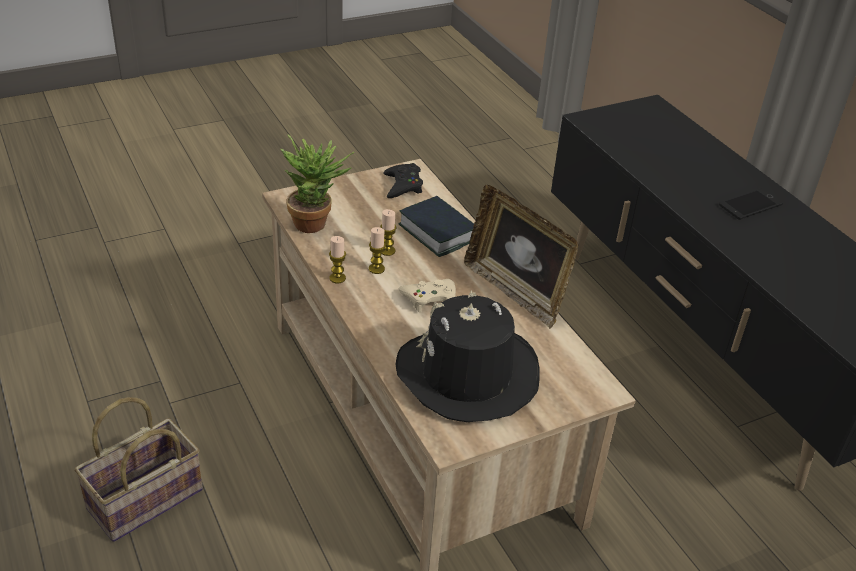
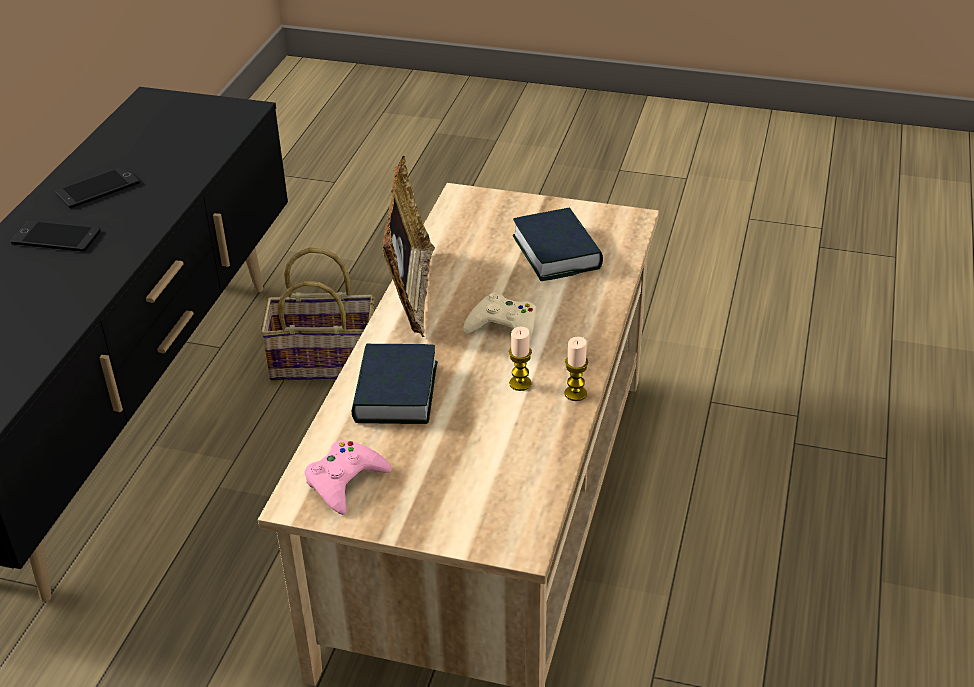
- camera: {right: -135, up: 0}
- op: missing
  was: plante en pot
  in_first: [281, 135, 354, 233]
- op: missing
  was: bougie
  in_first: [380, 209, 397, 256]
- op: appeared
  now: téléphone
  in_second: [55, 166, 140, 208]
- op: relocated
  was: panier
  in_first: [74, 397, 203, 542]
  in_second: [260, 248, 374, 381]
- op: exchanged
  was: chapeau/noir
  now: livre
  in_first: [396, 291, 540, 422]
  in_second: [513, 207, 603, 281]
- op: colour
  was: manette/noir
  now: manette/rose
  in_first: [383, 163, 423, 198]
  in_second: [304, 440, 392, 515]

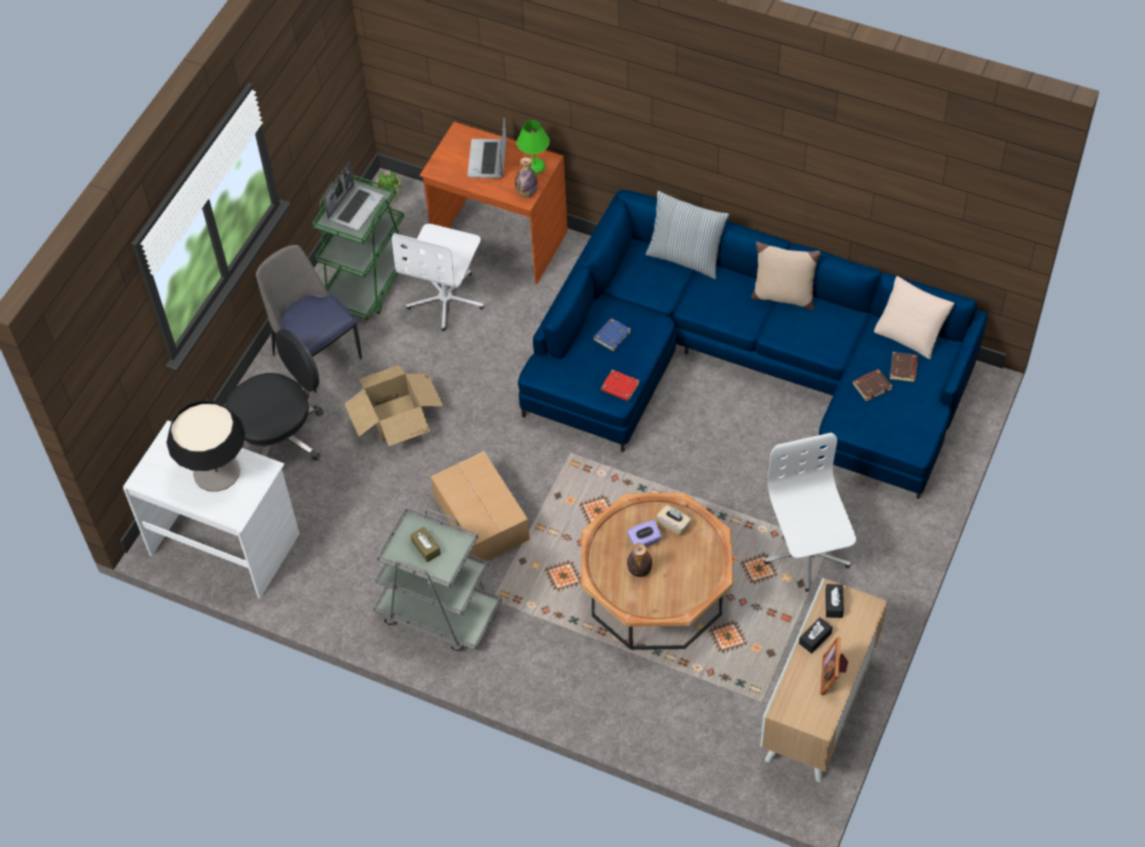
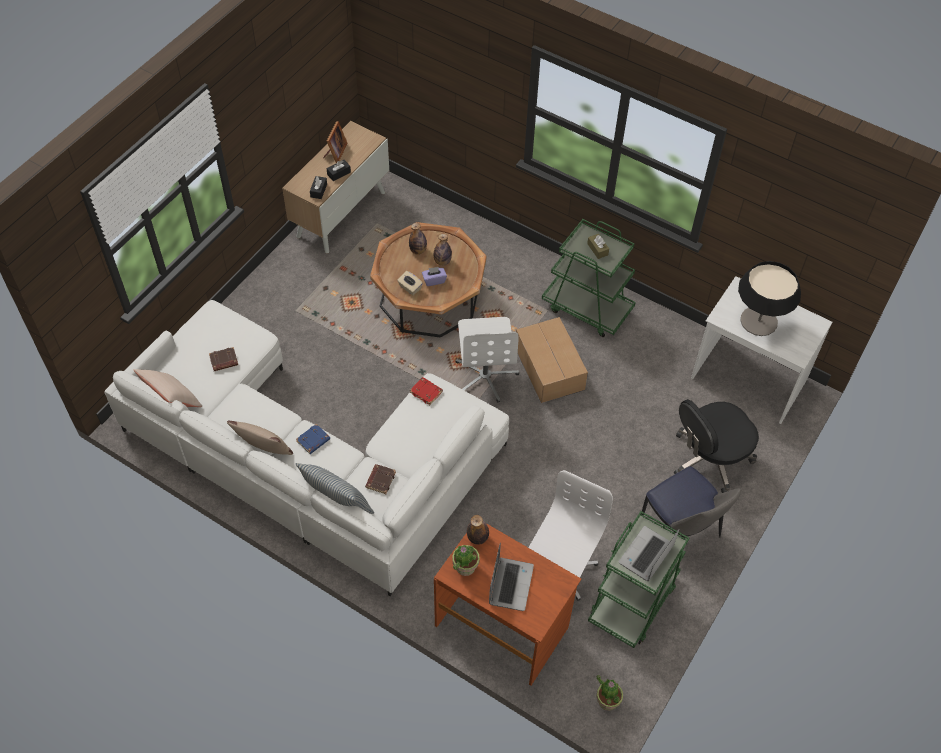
- camera: {right: -175, up: 0}
- op: missing
  was: carton
  in_first: [344, 365, 443, 446]
- op: appeared
  now: bouteille
  in_second: [409, 223, 427, 255]
- op: relocated
  was: livre/bleu
  in_first: [593, 318, 631, 351]
  in_second: [296, 424, 330, 454]
- op: relocated
  was: chaise de bureau/blanc
  in_first: [764, 433, 856, 592]
  in_second: [455, 317, 519, 402]
- op: relocated
  was: livre/marron
  in_first: [890, 352, 918, 382]
  in_second: [365, 464, 396, 494]
- op: exchanged
  was: lampe de table/vert
  now: plante en pot
  in_first: [517, 120, 550, 174]
  in_second: [452, 545, 480, 576]
- op: colour
  was: chariot/gris
  now: chariot/vert
  in_first: [373, 507, 502, 651]
  in_second: [542, 219, 636, 337]
- op: colour
  was: canapé/bleu
  now: canapé/blanc
  in_first: [518, 190, 988, 499]
  in_second: [104, 300, 509, 596]

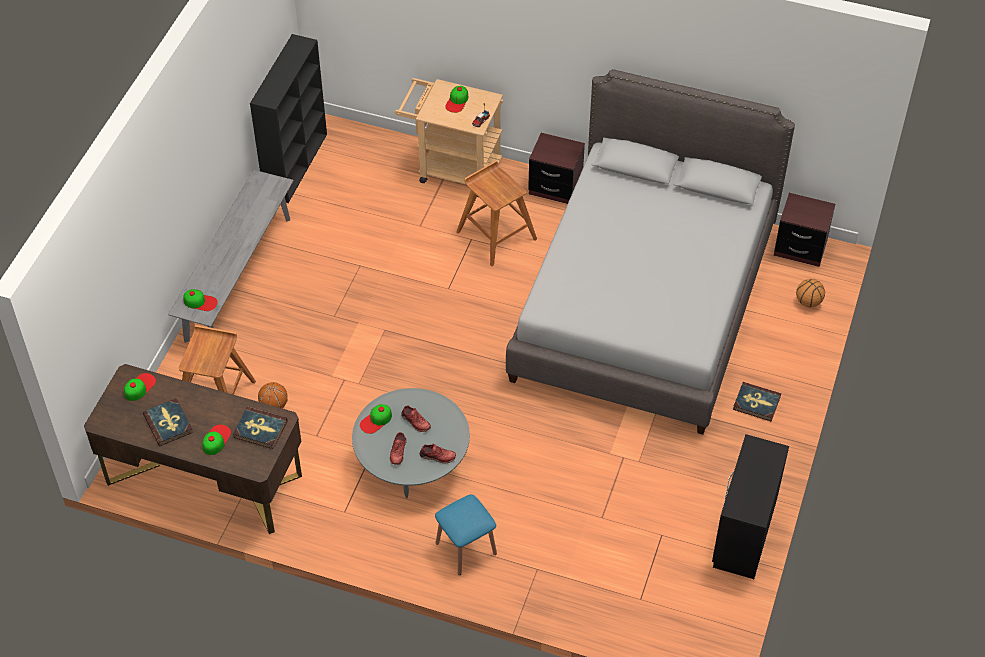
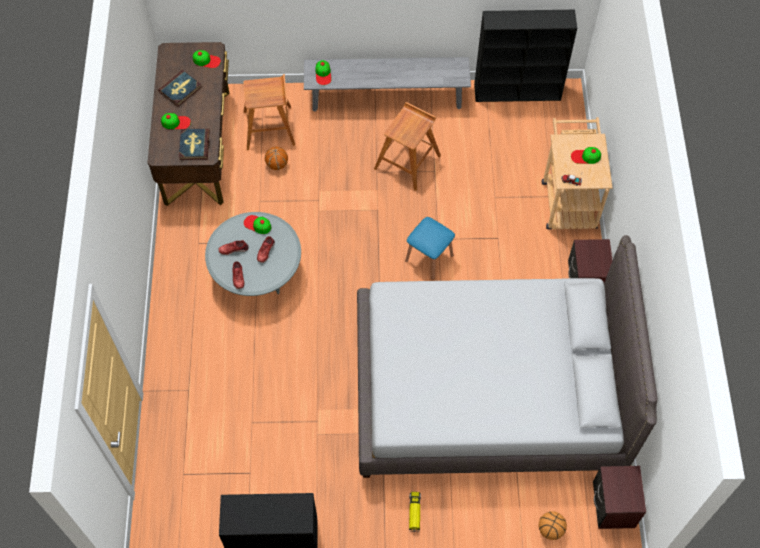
- camera: {right: 70, up: 10}
- op: relocated
  was: tabouret/bleu
  in_first: [435, 494, 497, 575]
  in_second: [405, 217, 455, 279]
- op: relocated
  was: tabouret/marron
  in_first: [456, 161, 537, 266]
  in_second: [374, 102, 441, 191]
- op: exchanged
  was: livre
  now: camion jouet
  in_first: [733, 382, 781, 421]
  in_second: [409, 492, 421, 532]

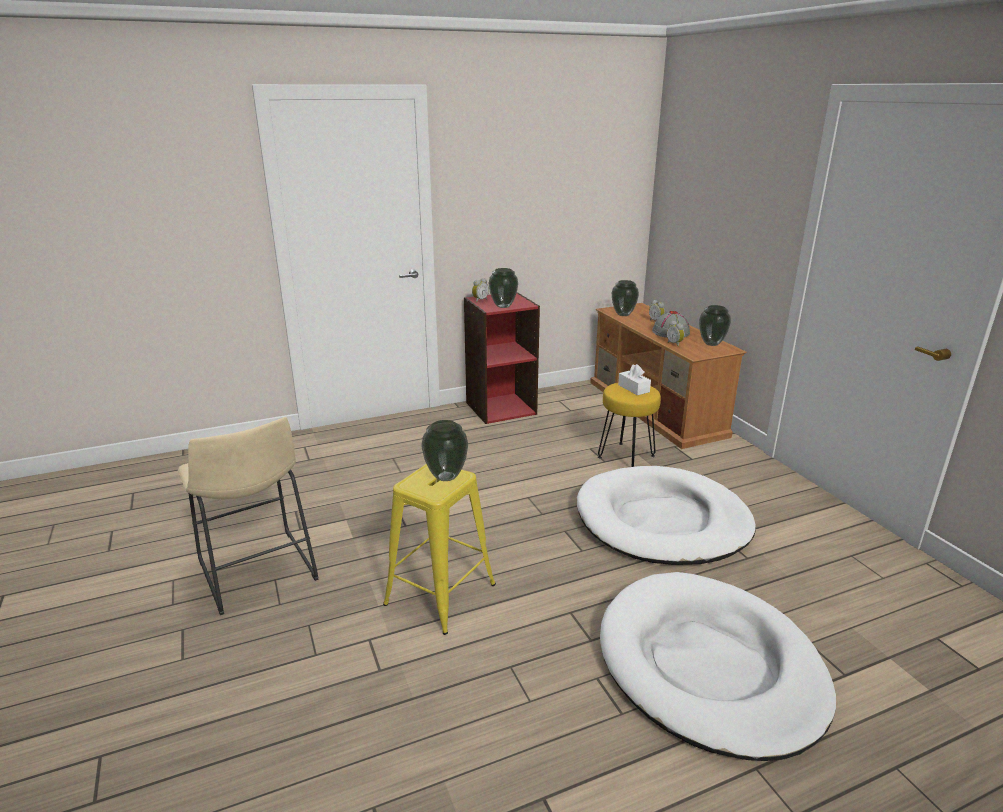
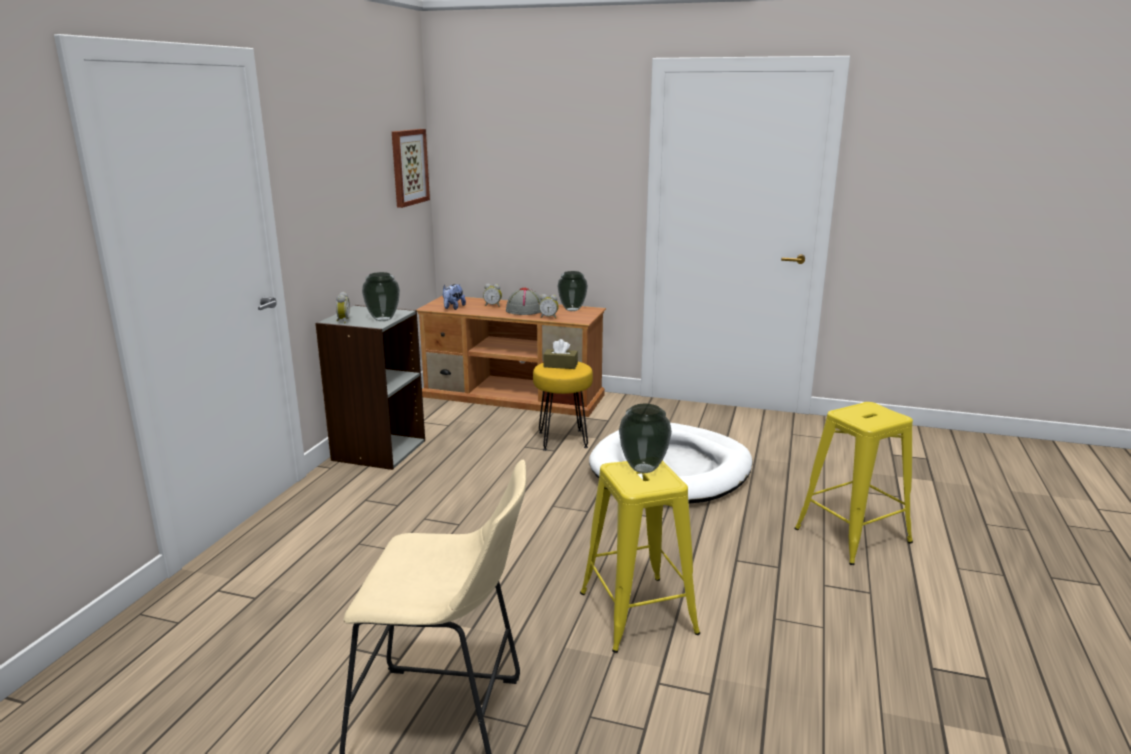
- camera: {right: -50, up: -5}
- op: appeared
  now: tableau
  in_second: [392, 129, 430, 208]
- op: exchanged
  was: panier pour chien/blanc
  now: tabouret/jaune
  in_first: [600, 572, 836, 761]
  in_second: [794, 402, 913, 565]
- op: exchanged
  was: vase
  now: peluche
  in_first: [612, 280, 639, 316]
  in_second: [443, 284, 466, 310]
- op: colour
  was: bibliothèque/rouge
  now: bibliothèque/gris
  in_first: [464, 292, 540, 424]
  in_second: [315, 305, 425, 470]
- op: colour
  was: boîte à mouchoirs/blanc
  now: boîte à mouchoirs/marron
  in_first: [618, 364, 651, 395]
  in_second: [543, 339, 578, 369]

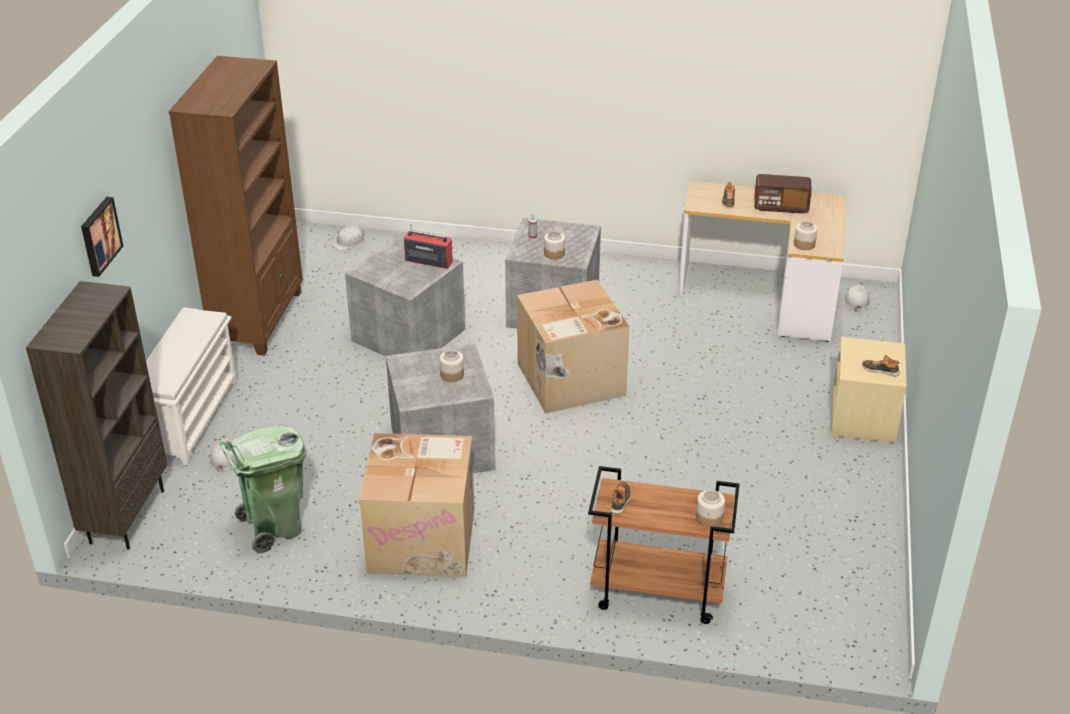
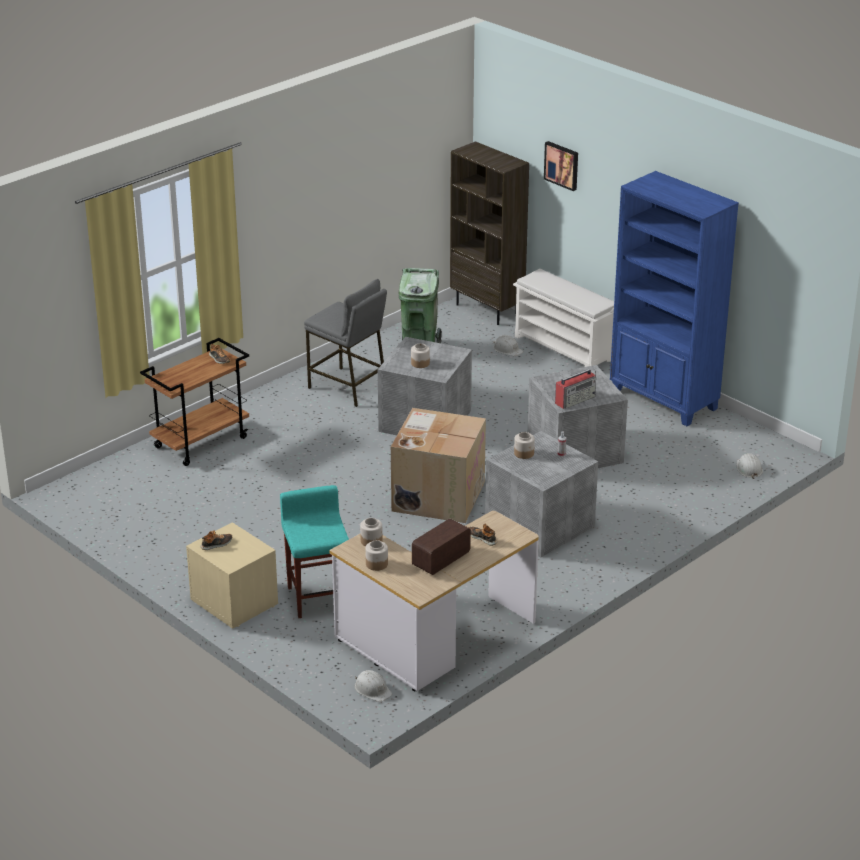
- camera: {right: 125, up: -5}
- op: appeared
  now: tabouret/turquoise
  in_second: [280, 485, 349, 618]
- op: relocated
  was: bocal
  in_first: [696, 490, 725, 527]
  in_second: [365, 540, 388, 571]
- op: exchanged
  was: carton
  now: tabouret/gris
  in_first: [359, 433, 474, 577]
  in_second: [304, 279, 387, 407]
- op: colour
  was: bibliothèque/marron
  now: bibliothèque/bleu
  in_first: [169, 56, 303, 356]
  in_second: [610, 171, 739, 426]

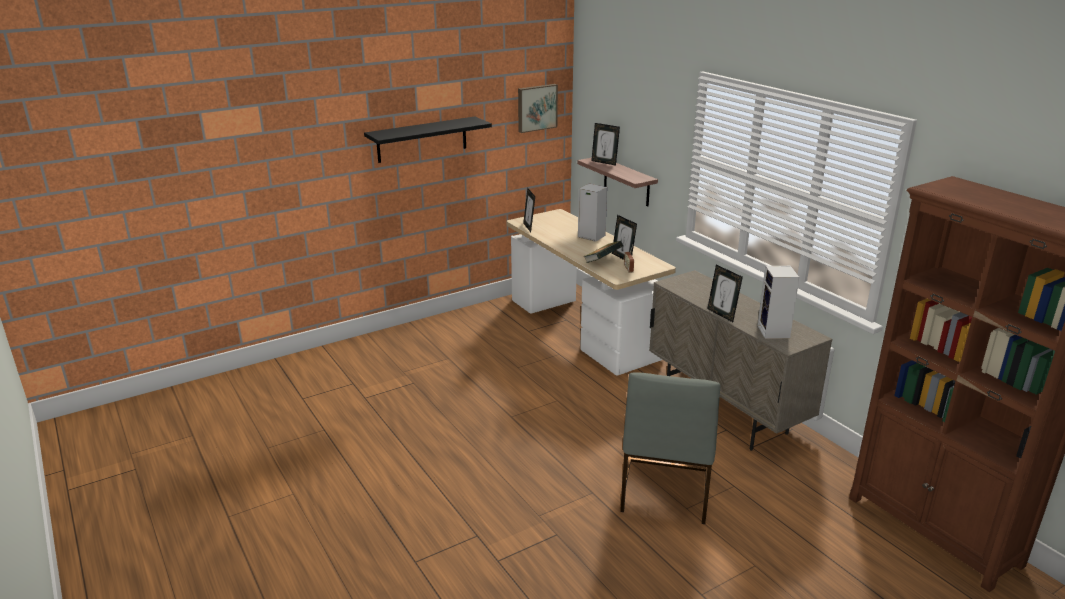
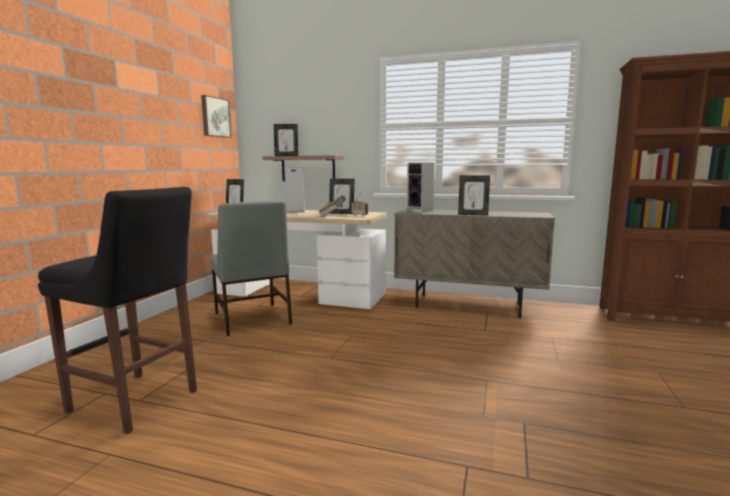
- camera: {right: -40, up: -15}
- op: missing
  was: étagère/noir
  in_first: [364, 116, 492, 163]
- op: appeared
  now: tabouret/noir
  in_second: [38, 187, 197, 434]
- op: relocated
  was: chaise/gris
  in_first: [620, 372, 720, 524]
  in_second: [210, 201, 292, 336]
- op: relocated
  was: enceinte
  in_first: [757, 266, 799, 339]
  in_second: [407, 162, 434, 212]

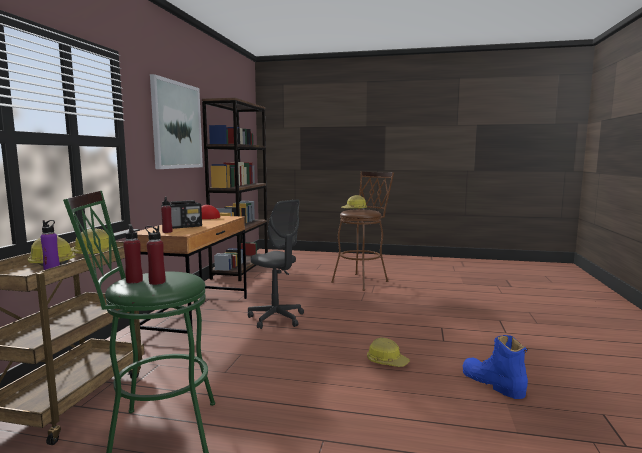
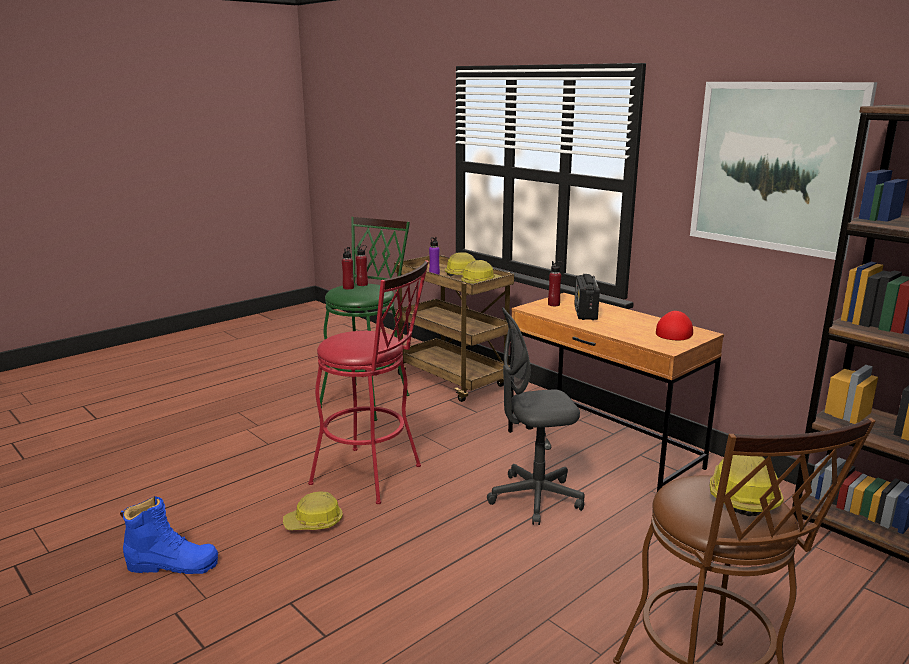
- camera: {right: 125, up: 10}
- op: appeared
  now: tabouret/rouge
  in_second: [308, 260, 429, 504]

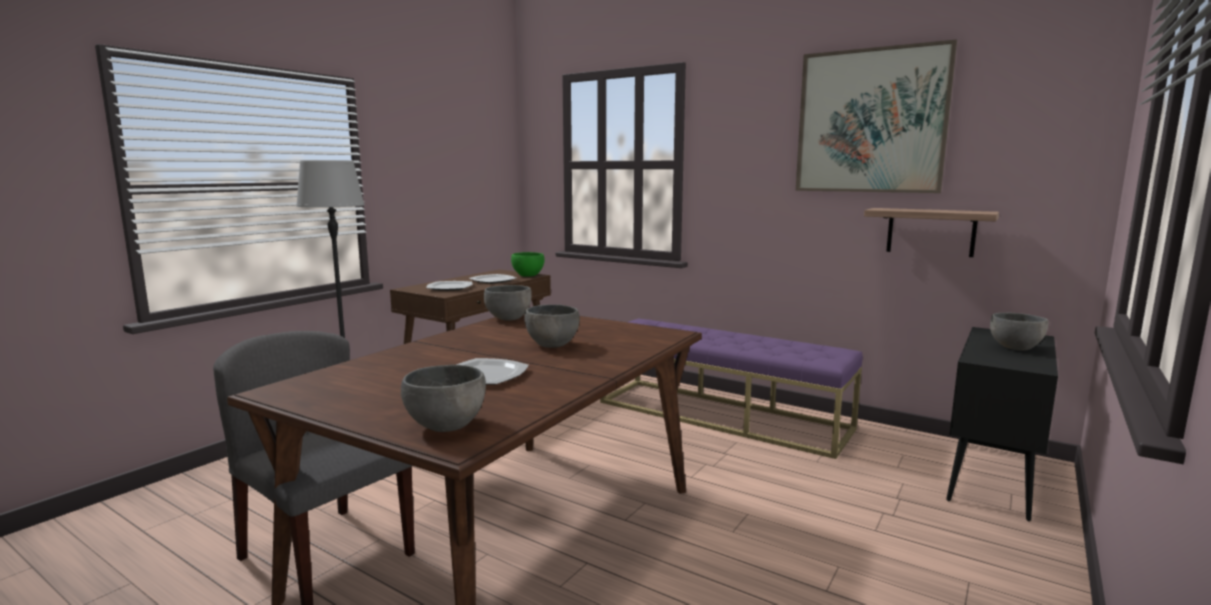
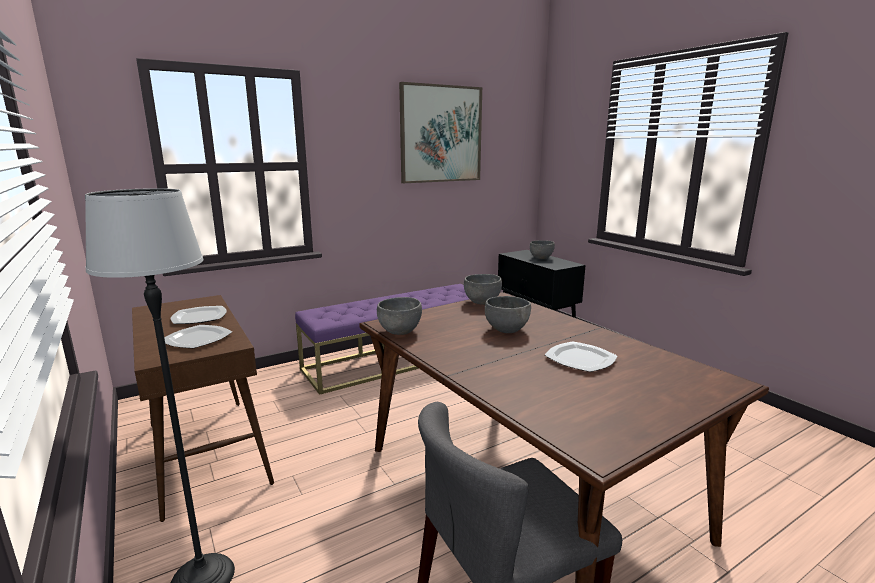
- camera: {right: -65, up: 5}
- op: missing
  was: bol/vert
  in_first: [511, 252, 544, 277]
- op: missing
  was: étagère
  in_first: [864, 208, 999, 257]
- op: relocated
  was: bol/gris
  in_first: [401, 365, 486, 432]
  in_second: [464, 274, 502, 305]

